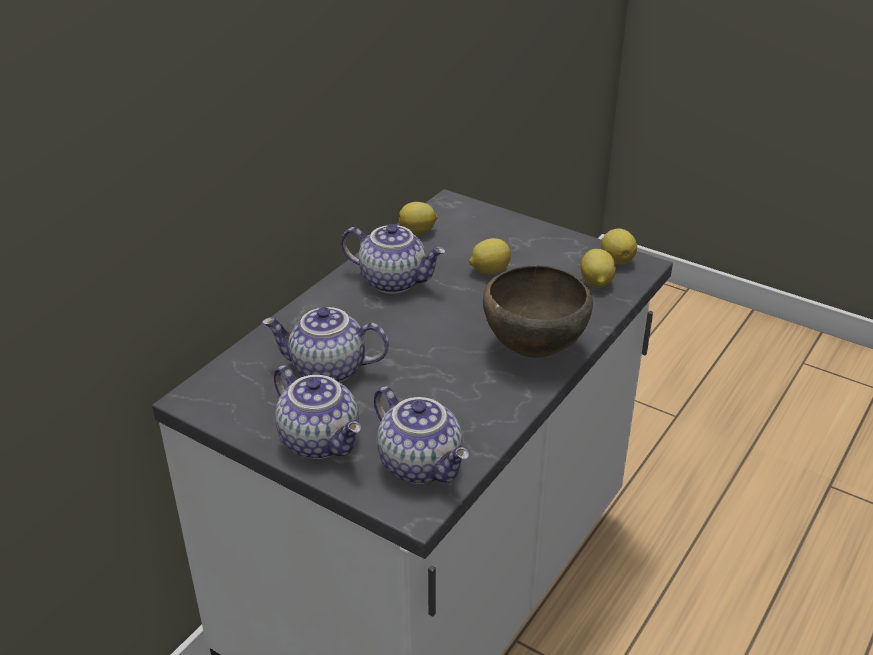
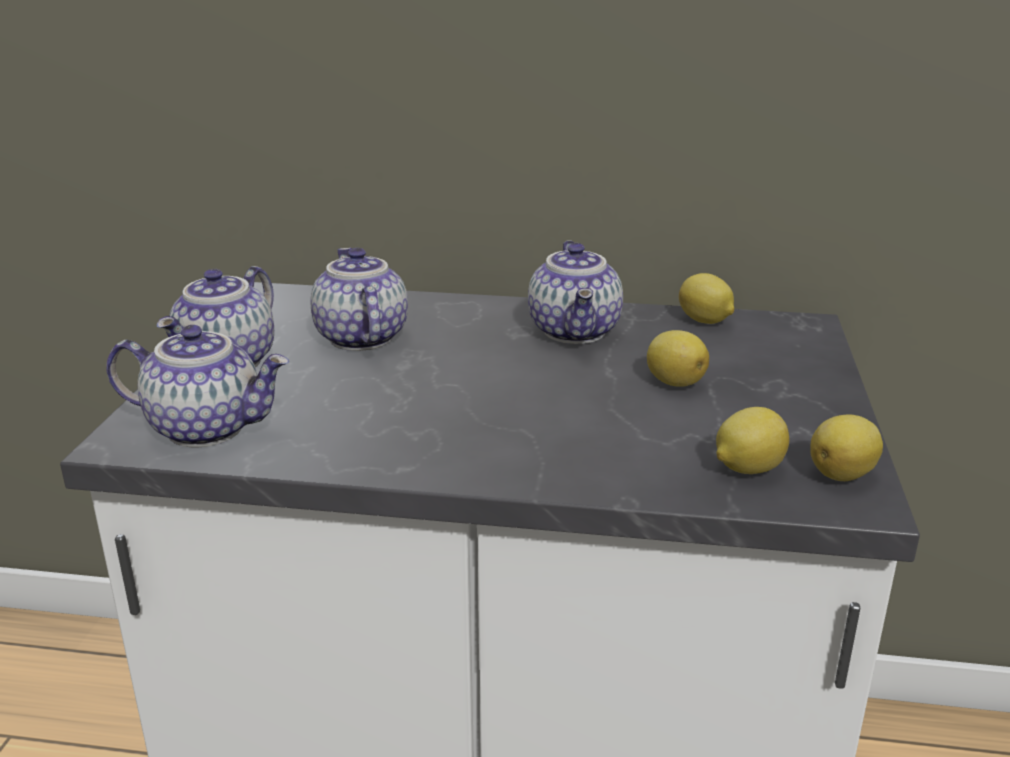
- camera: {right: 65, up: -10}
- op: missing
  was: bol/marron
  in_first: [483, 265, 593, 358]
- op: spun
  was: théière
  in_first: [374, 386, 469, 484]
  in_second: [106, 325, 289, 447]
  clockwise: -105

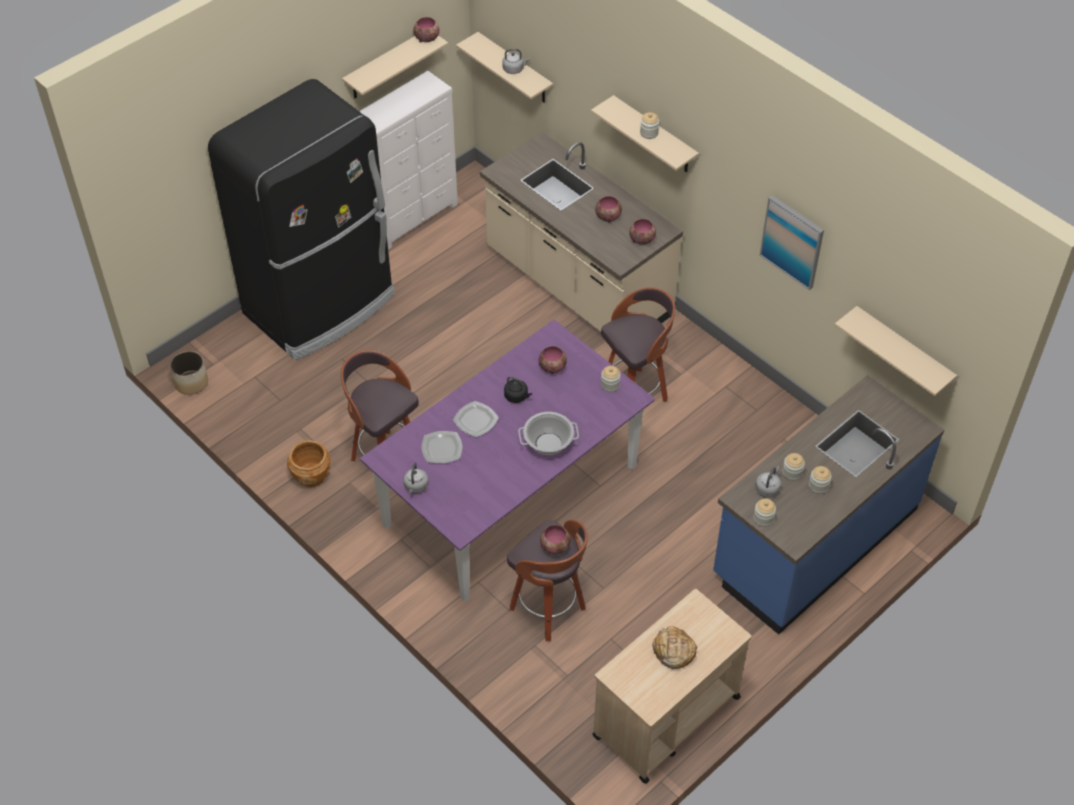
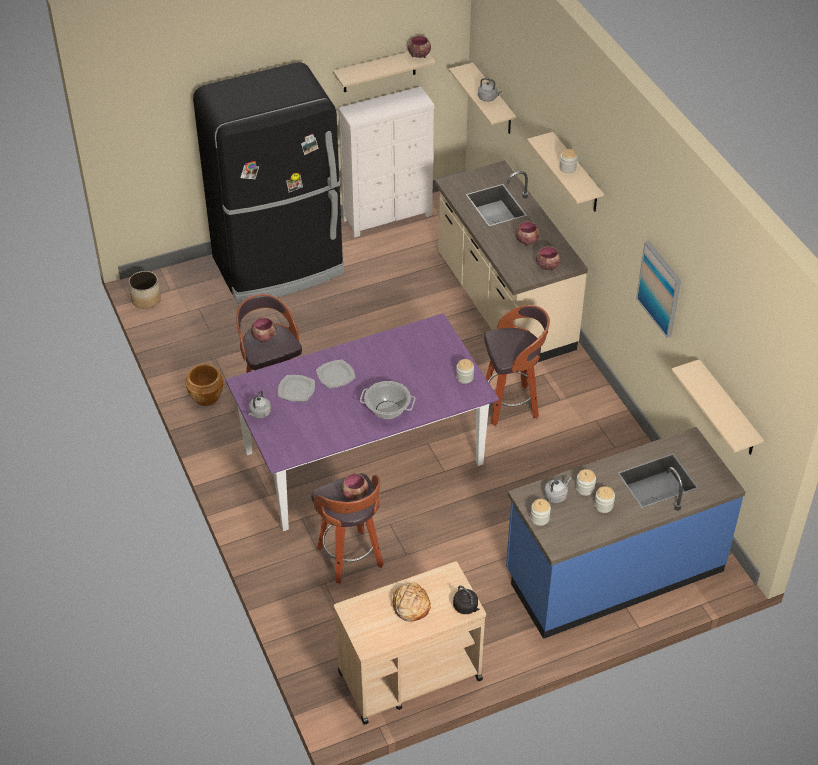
- camera: {right: 20, up: -5}
- op: relocated
  was: bouilloire/noir
  in_first: [504, 376, 532, 403]
  in_second: [453, 585, 479, 614]
- op: relocated
  was: bol
  in_first: [538, 346, 567, 374]
  in_second: [251, 318, 276, 343]

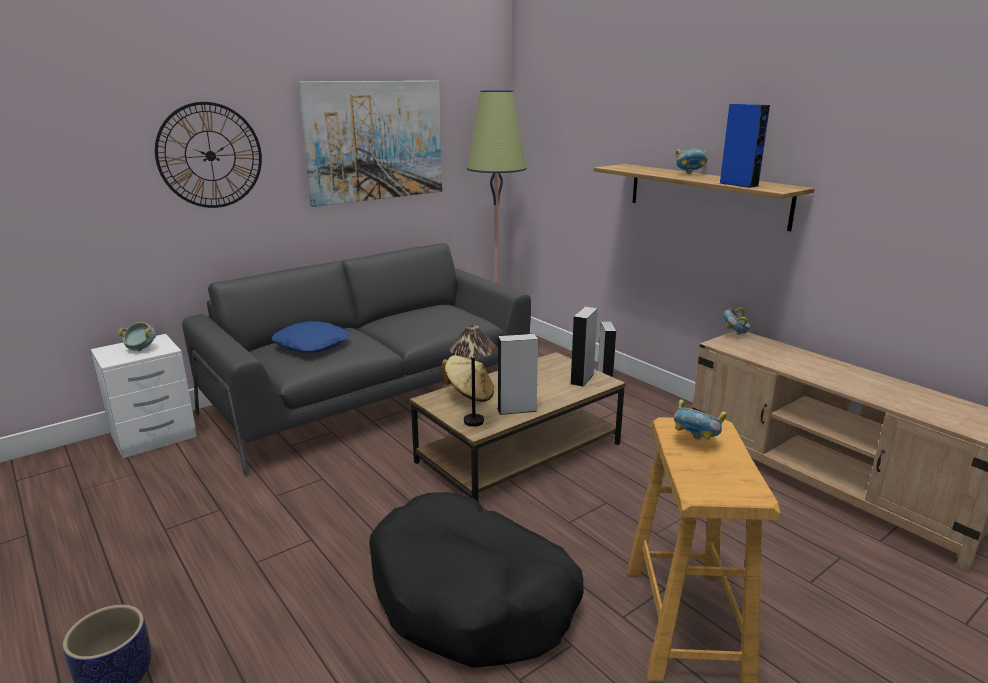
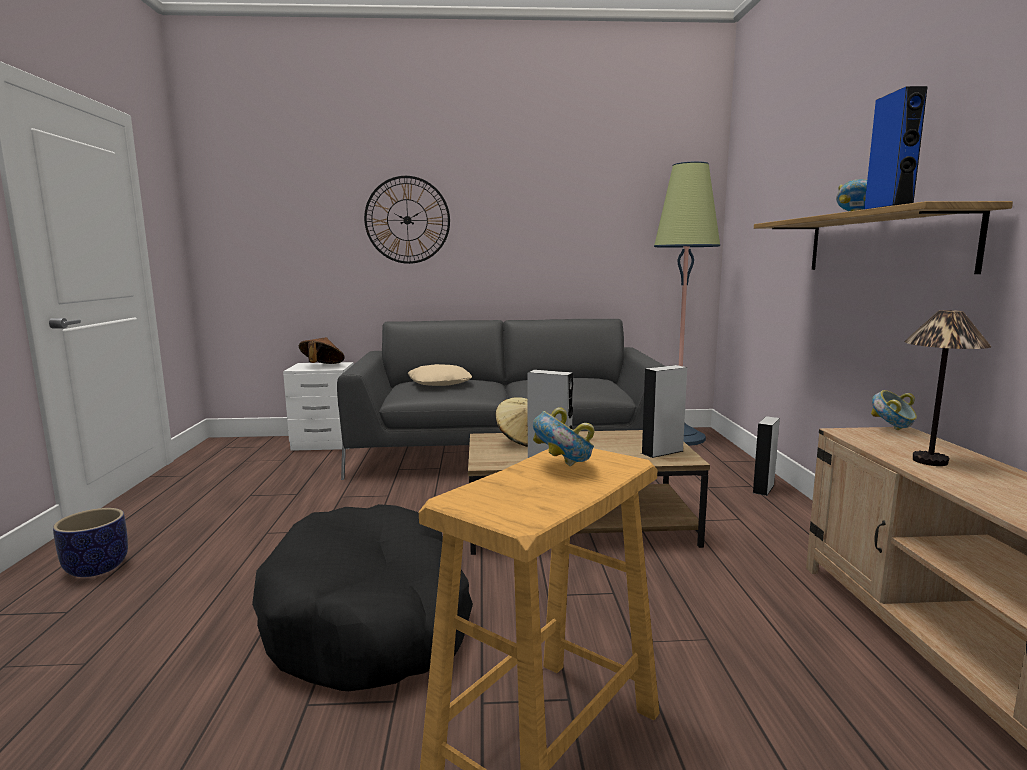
- camera: {right: 35, up: -10}
- op: missing
  was: tableau
  in_first: [298, 81, 442, 207]
- op: relocated
  was: lampe de table
  in_first: [449, 325, 497, 427]
  in_second: [904, 310, 991, 466]
- op: exchanged
  was: bol
  now: chapeau/marron
  in_first: [118, 322, 156, 351]
  in_second: [299, 337, 345, 364]
- op: colour
  was: coussin/bleu
  now: coussin/beige
  in_first: [272, 321, 350, 353]
  in_second: [408, 364, 472, 386]

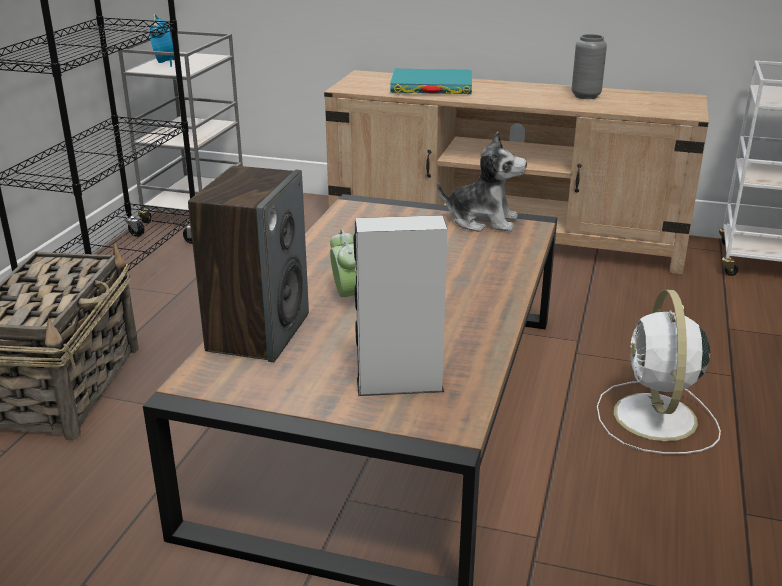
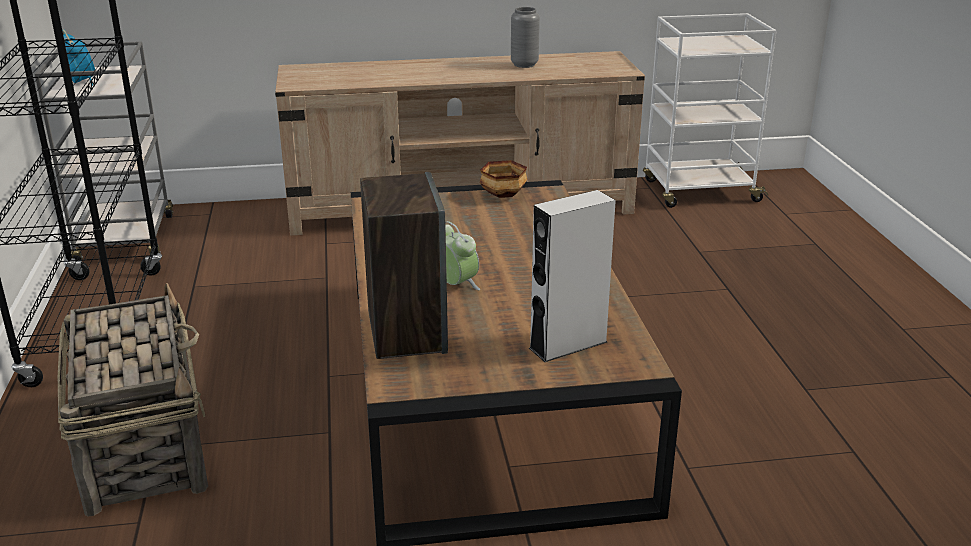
- camera: {right: -25, up: 0}
- op: missing
  was: livre/turquoise
  in_first: [390, 69, 472, 94]
- op: missing
  was: ventilateur/blanc
  in_first: [597, 289, 721, 454]
- op: exchanged
  was: peluche
  now: bol
  in_first: [437, 131, 527, 232]
  in_second: [479, 160, 528, 198]

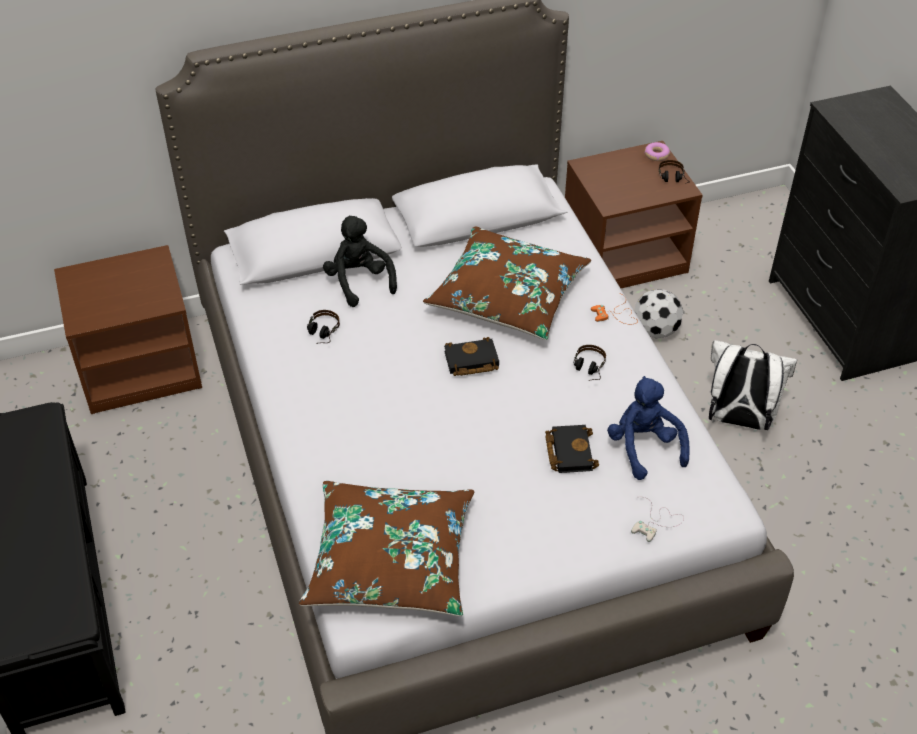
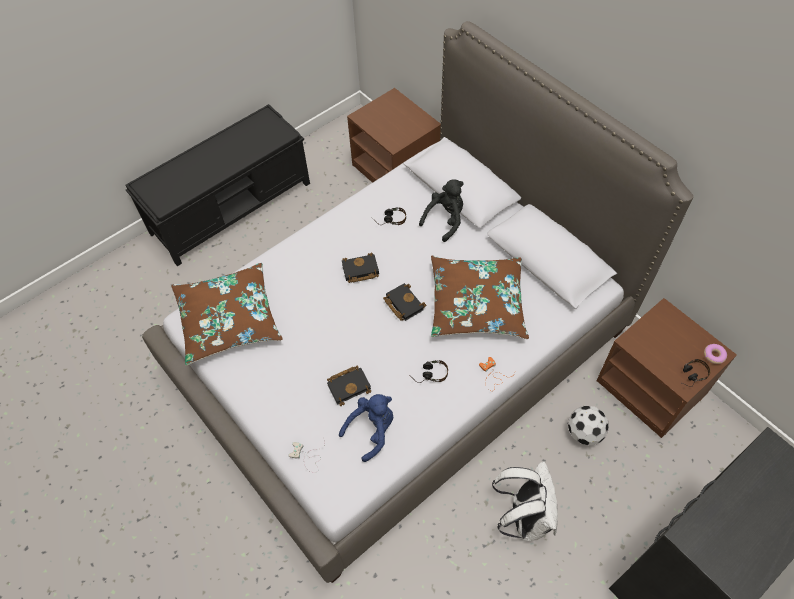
- camera: {right: 70, up: 10}
- op: appeared
  now: livre/noir
  in_second: [342, 253, 379, 283]

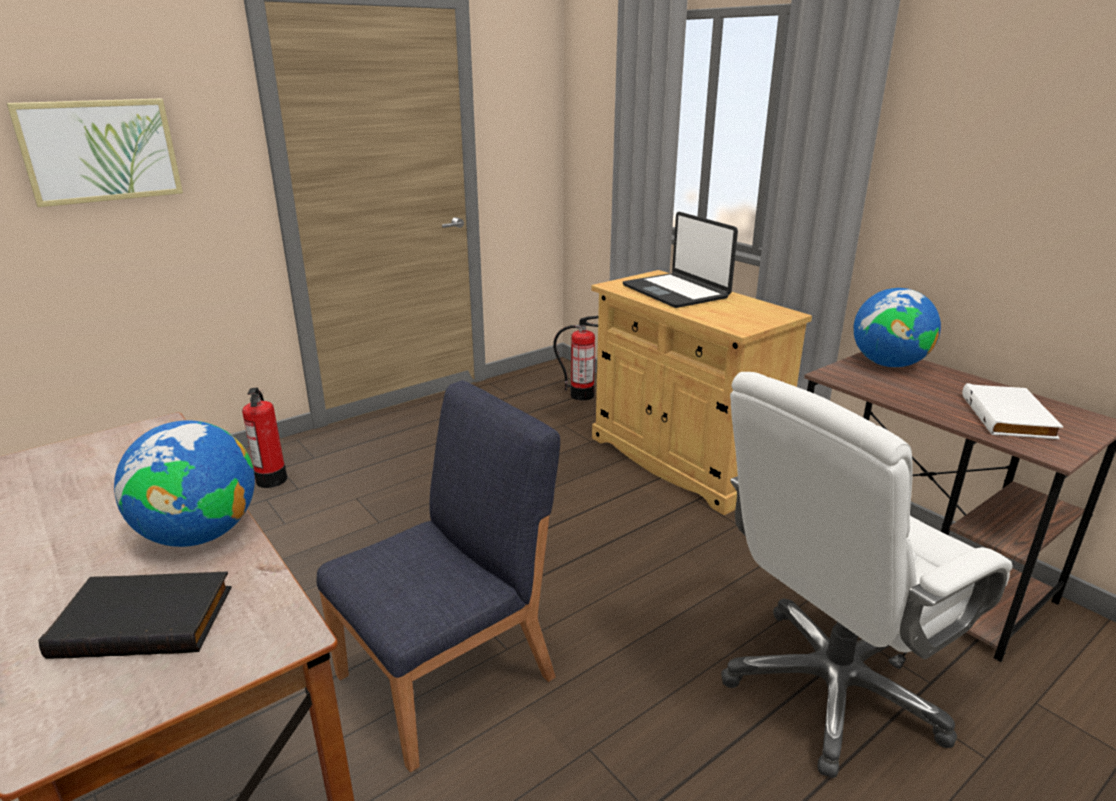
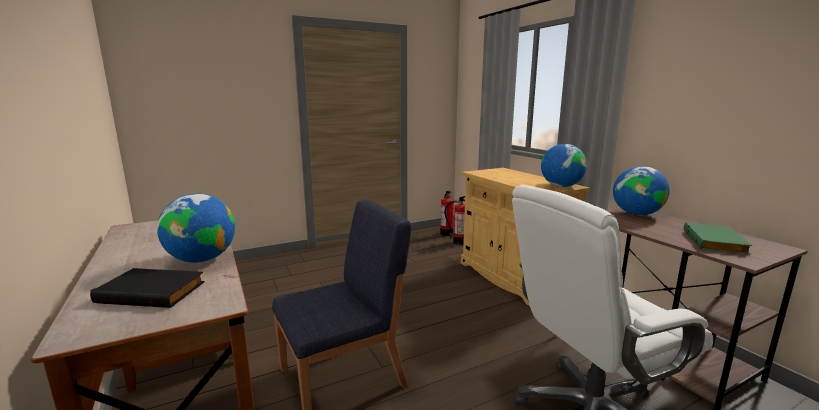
- camera: {right: 10, up: -10}
- op: missing
  was: tableau
  in_first: [6, 98, 183, 207]
- op: missing
  was: ordinateur portable
  in_first: [623, 212, 738, 308]
- op: appeared
  now: globe
  in_second: [541, 144, 587, 187]
- op: relocated
  was: extincteur
  in_first: [242, 388, 287, 488]
  in_second: [440, 191, 454, 236]
- op: colour
  was: livre/blanc
  now: livre/vert
  in_first: [962, 383, 1063, 439]
  in_second: [684, 222, 752, 254]

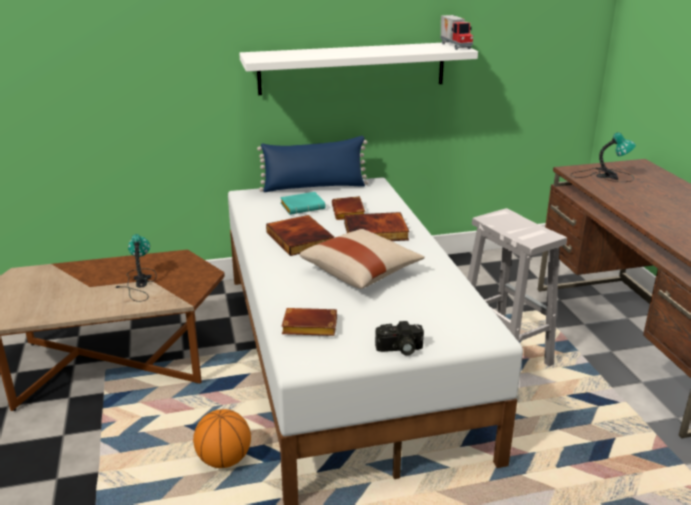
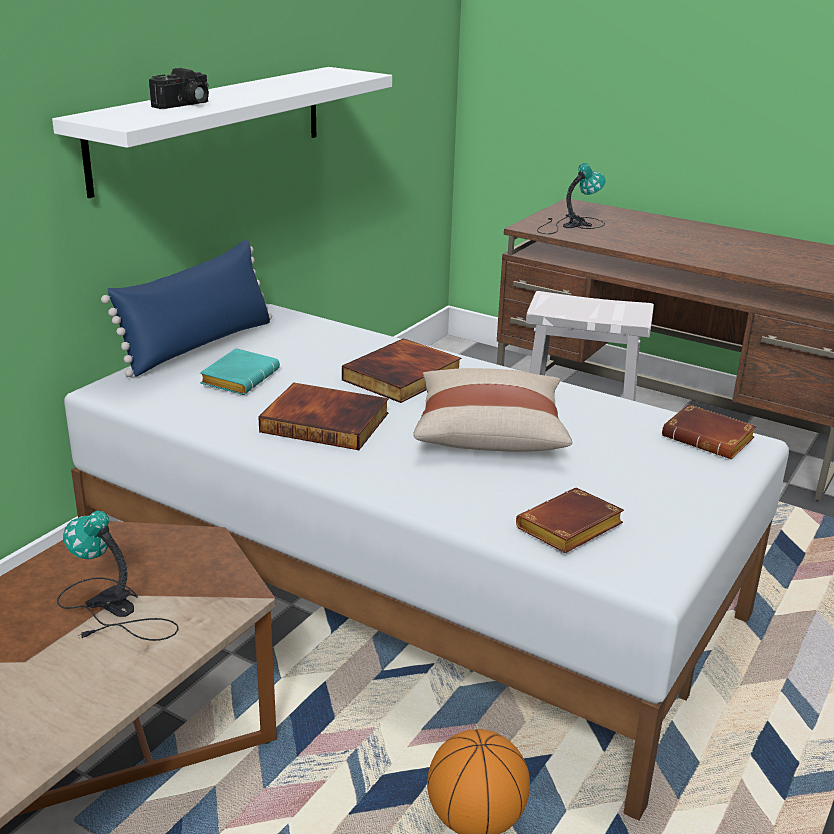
- camera: {right: -45, up: 0}
- op: missing
  was: camion jouet
  in_first: [440, 15, 473, 50]
- op: relocated
  was: livre/marron
  in_first: [332, 196, 365, 220]
  in_second: [662, 404, 756, 459]
- op: relocated
  was: appareil photo
  in_first: [375, 321, 424, 356]
  in_second: [149, 68, 209, 109]

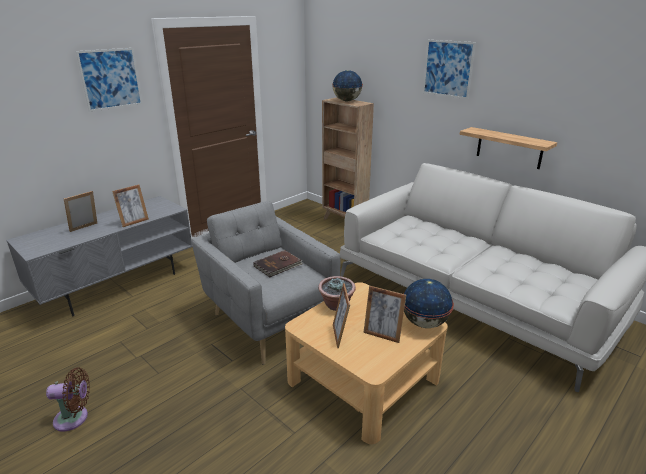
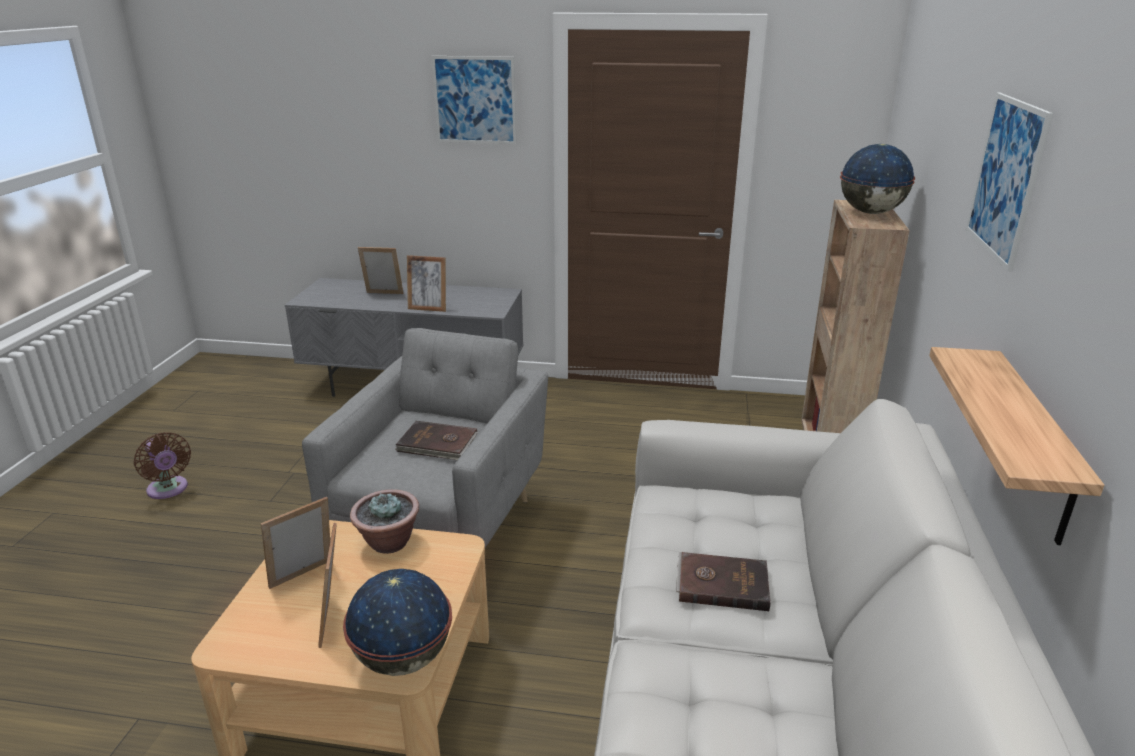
- camera: {right: 55, up: 0}
- op: appeared
  now: livre/marron
  in_second: [676, 552, 771, 611]

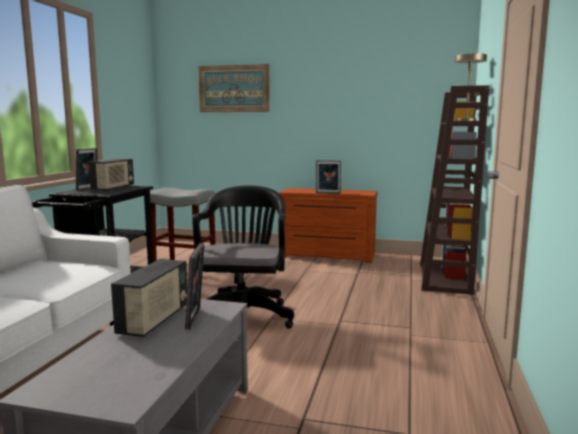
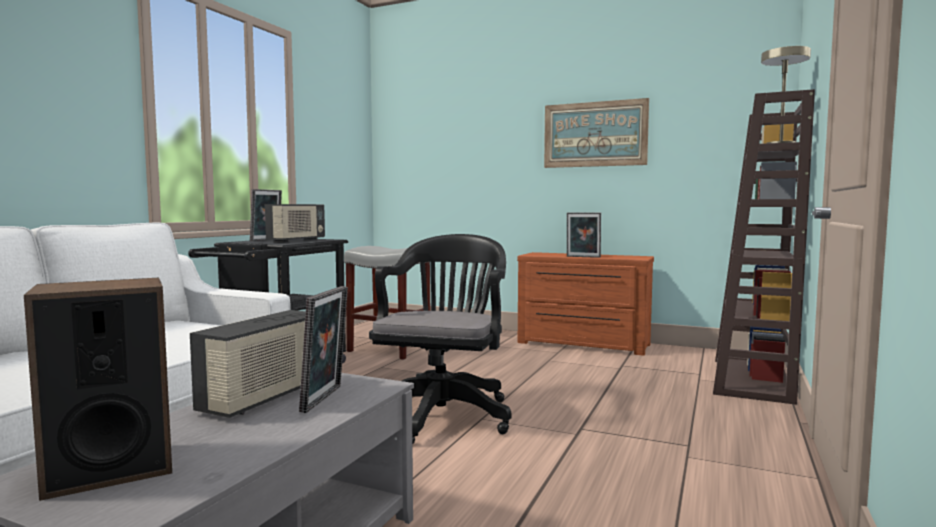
- camera: {right: 10, up: -5}
- op: appeared
  now: enceinte
  in_second: [24, 278, 172, 501]
- op: relocated
  was: tableau
  in_first: [198, 64, 270, 112]
  in_second: [544, 98, 649, 168]

